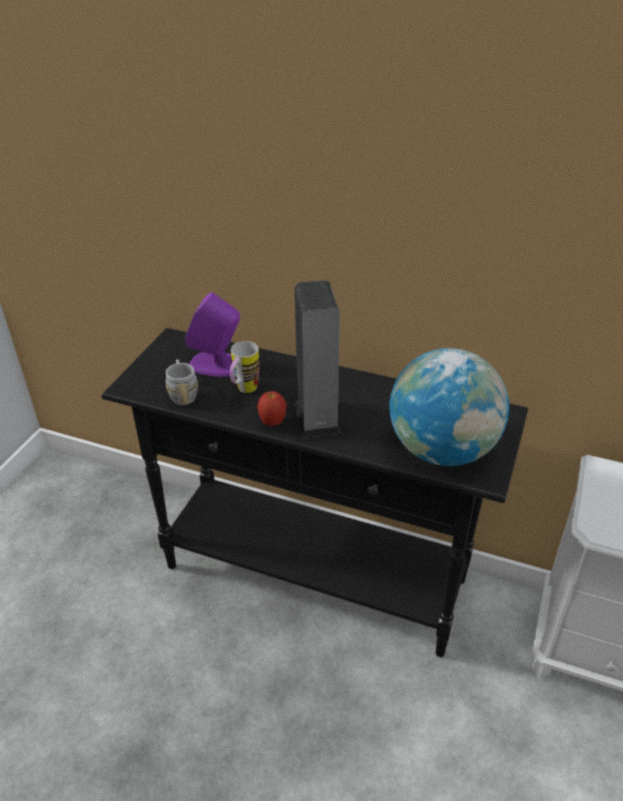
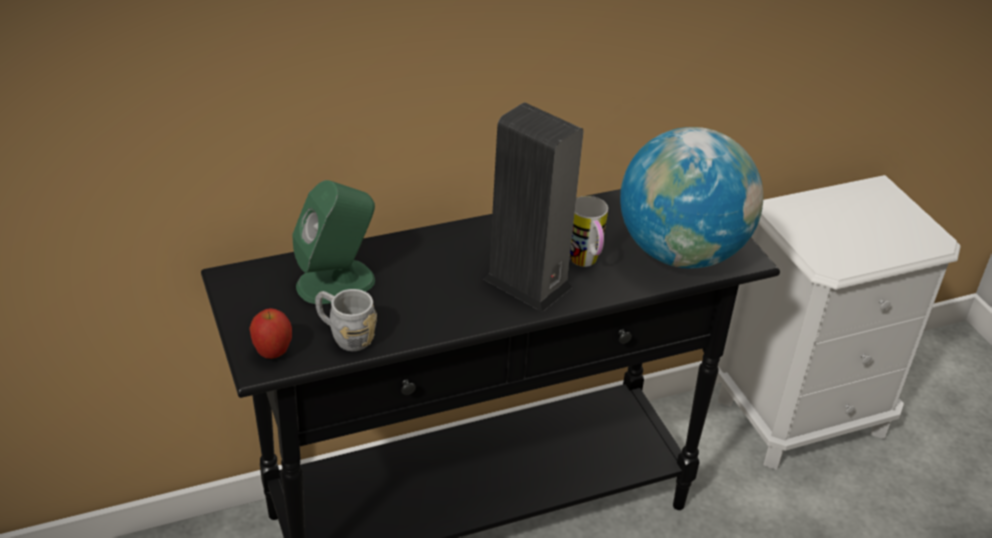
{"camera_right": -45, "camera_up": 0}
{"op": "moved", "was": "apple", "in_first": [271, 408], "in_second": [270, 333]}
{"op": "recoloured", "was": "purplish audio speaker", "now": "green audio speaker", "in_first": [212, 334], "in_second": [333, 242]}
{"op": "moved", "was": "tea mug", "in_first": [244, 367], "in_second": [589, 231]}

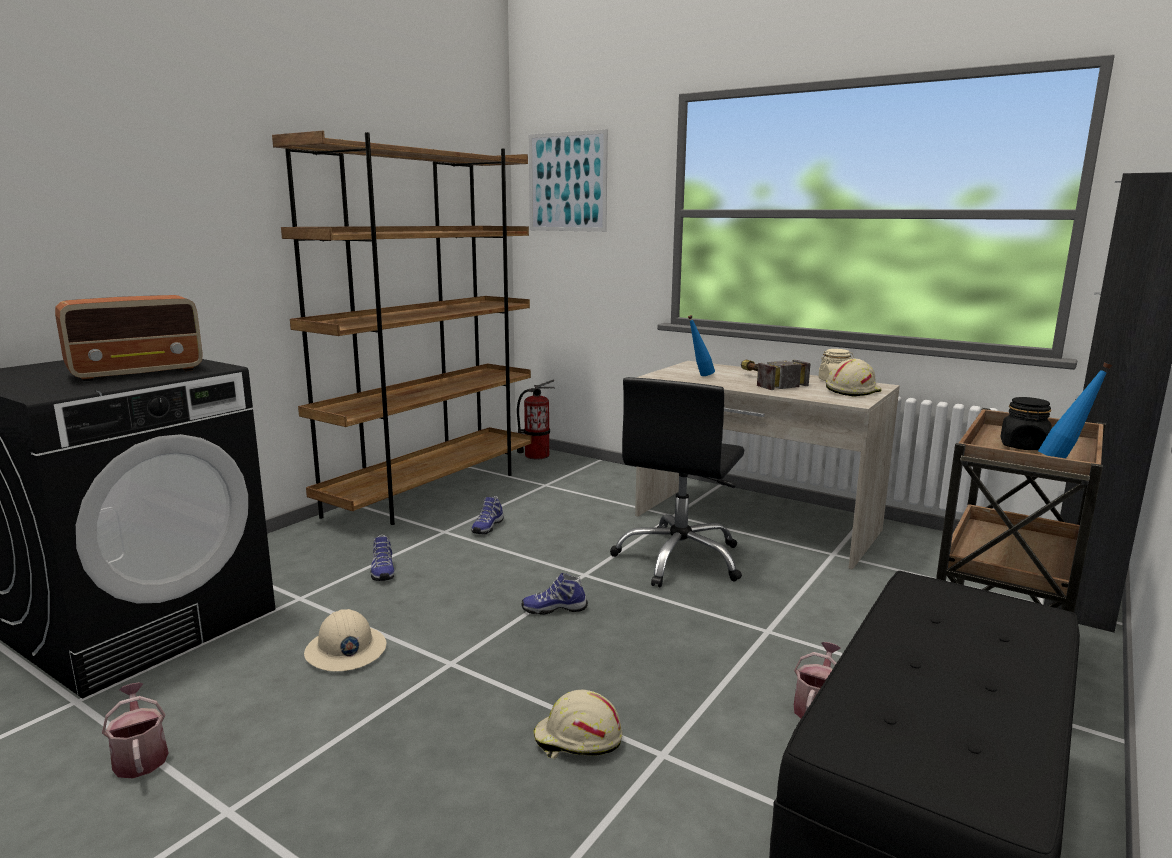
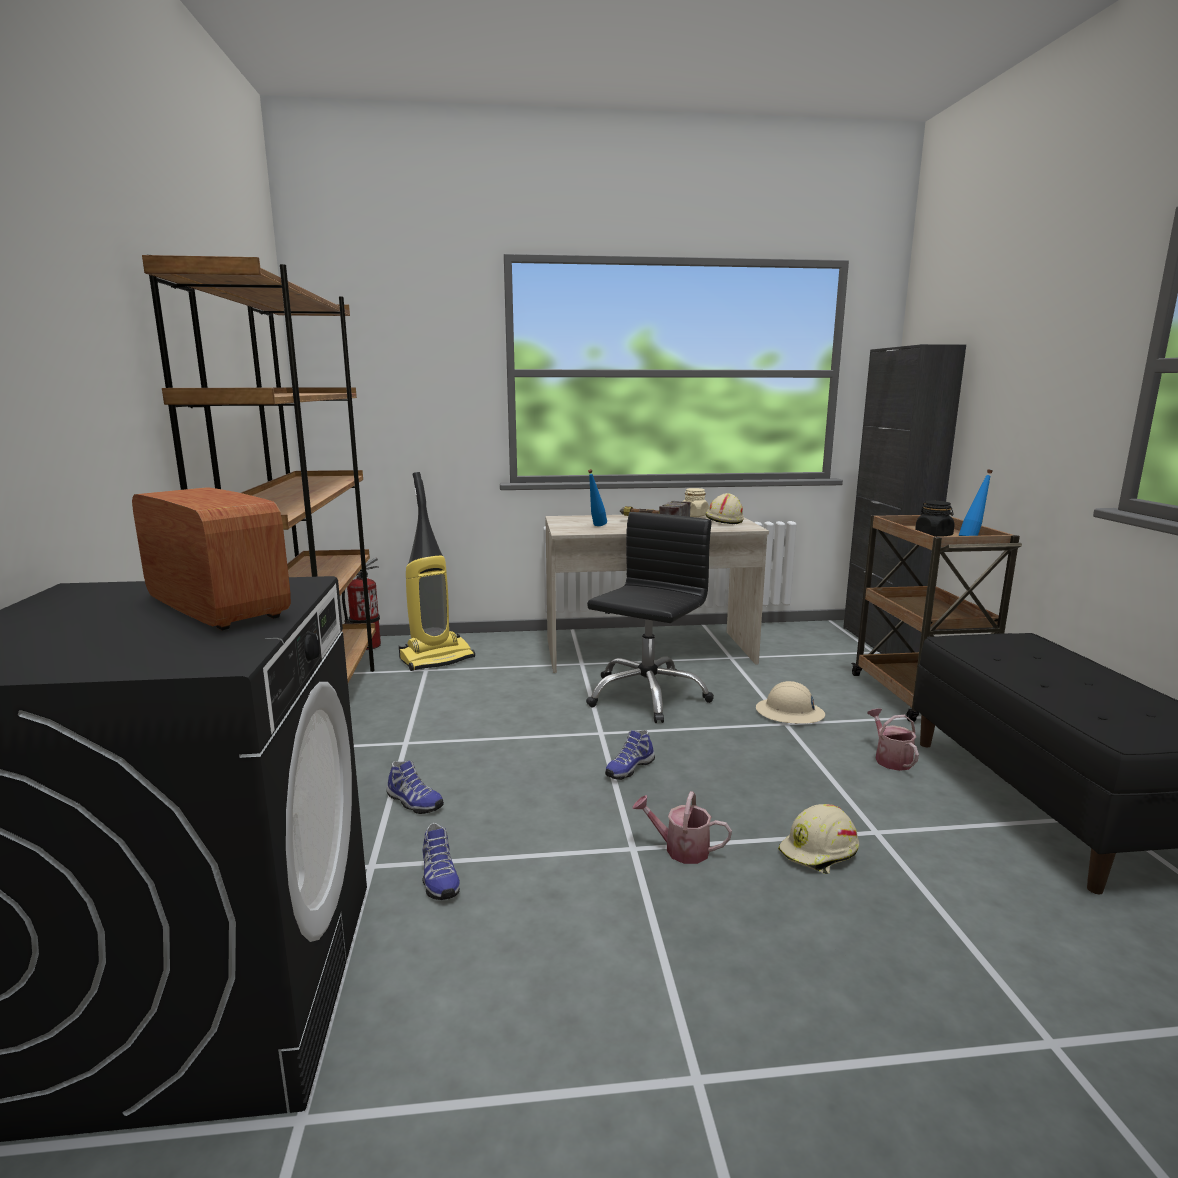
{"camera_right": -40, "camera_up": 0}
{"op": "turned", "was": "radio", "in_first": [129, 338], "in_second": [211, 559], "clockwise": -60}
{"op": "added", "now": "hoover", "in_second": [437, 571]}
{"op": "moved", "was": "shoe", "in_first": [488, 515], "in_second": [441, 861]}
{"op": "turned", "was": "black computer chair", "in_first": [677, 482], "in_second": [650, 617], "clockwise": -135}
{"op": "moved", "was": "watering pot", "in_first": [135, 730], "in_second": [682, 827]}
{"op": "moved", "was": "beige hard hat", "in_first": [345, 640], "in_second": [790, 702]}
{"op": "removed", "was": "wall art", "in_first": [568, 180]}

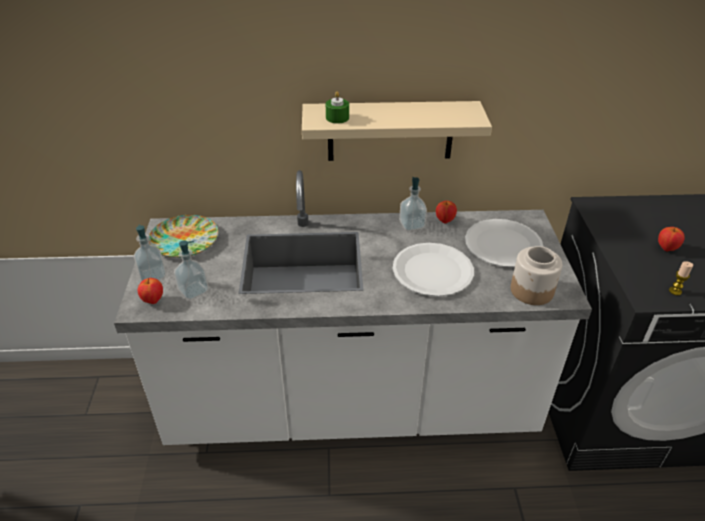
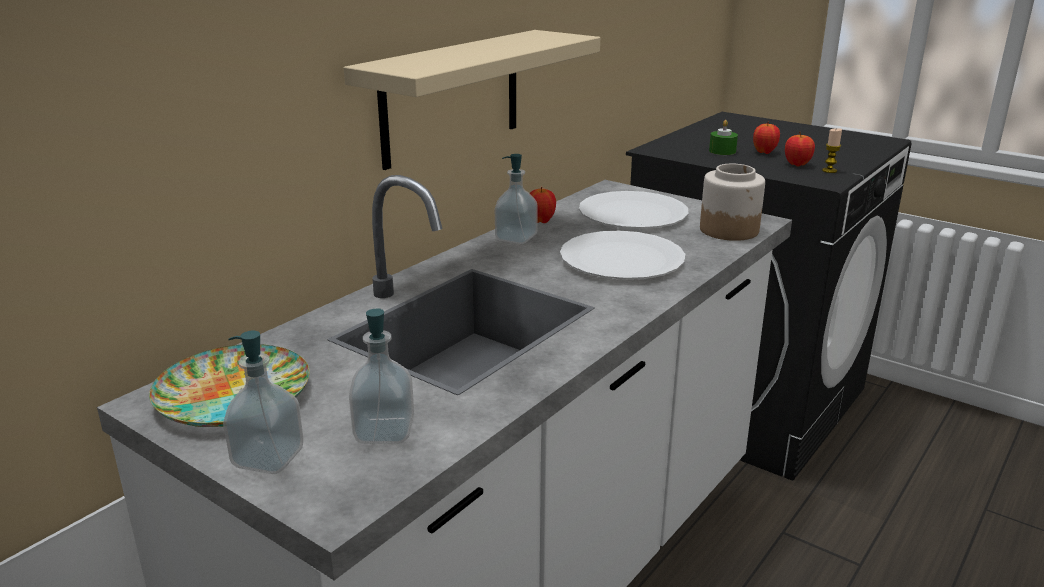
{"camera_right": -50, "camera_up": -15}
{"op": "moved", "was": "green wax light", "in_first": [337, 107], "in_second": [723, 137]}
{"op": "moved", "was": "apple", "in_first": [150, 291], "in_second": [800, 149]}

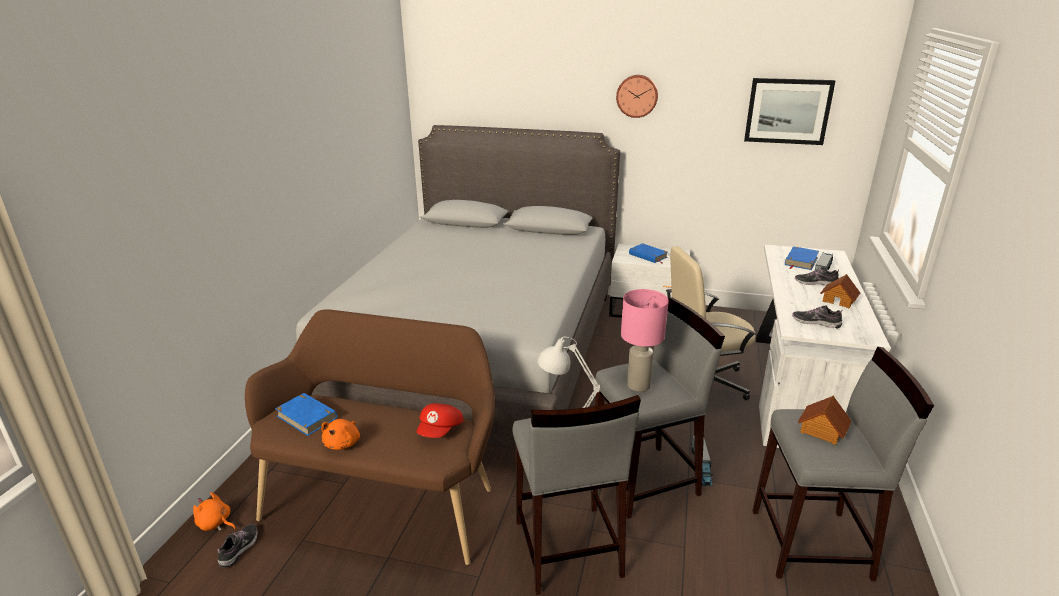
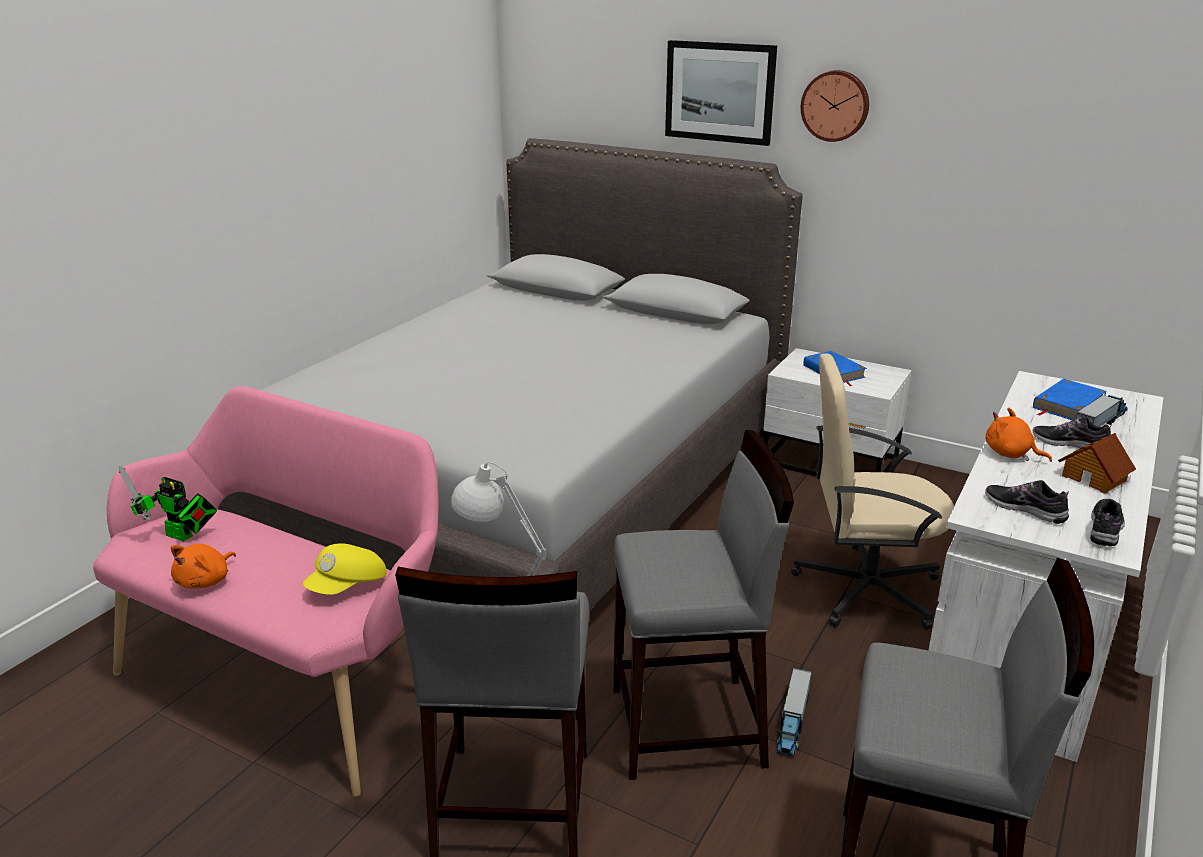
{"camera_right": 15, "camera_up": 0}
{"op": "recoloured", "was": "brown-coloured indoor bench", "now": "pinkish indoor bench", "in_first": [370, 437], "in_second": [265, 591]}
{"op": "replaced", "was": "blue bound book", "now": "model robot", "in_first": [306, 414], "in_second": [168, 504]}
{"op": "recoloured", "was": "red cap", "now": "yellow-coloured cap", "in_first": [440, 420], "in_second": [345, 569]}
{"op": "moved", "was": "wall art", "in_first": [789, 111], "in_second": [721, 93]}
{"op": "moved", "was": "orange cuddly toy", "in_first": [214, 511], "in_second": [1018, 435]}
{"op": "moved", "was": "shoe", "in_first": [238, 546], "in_second": [1107, 522]}
{"op": "removed", "was": "pinkish tabletop lamp", "in_first": [645, 340]}
{"op": "removed", "was": "toy house", "in_first": [825, 420]}

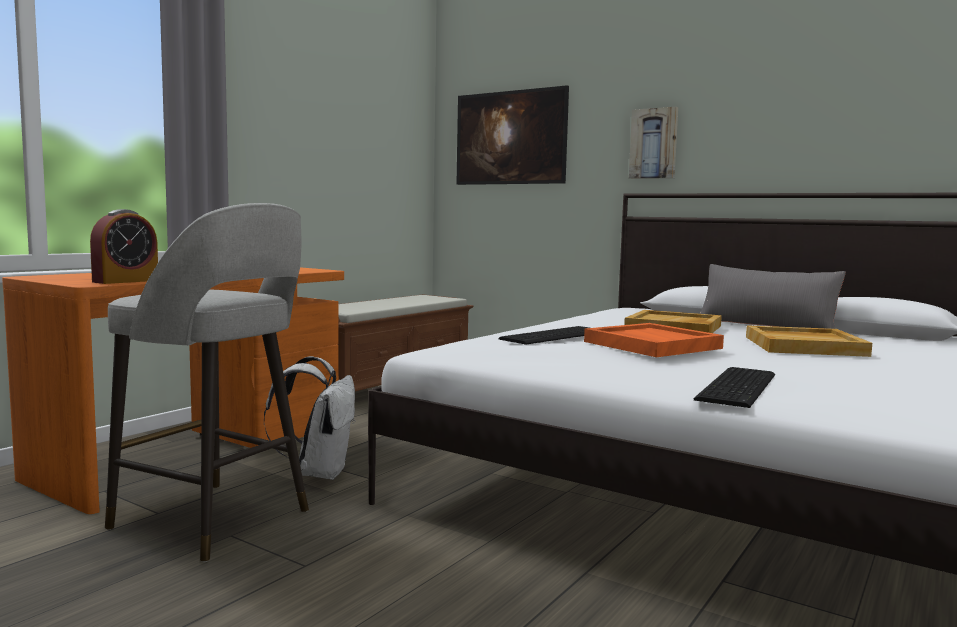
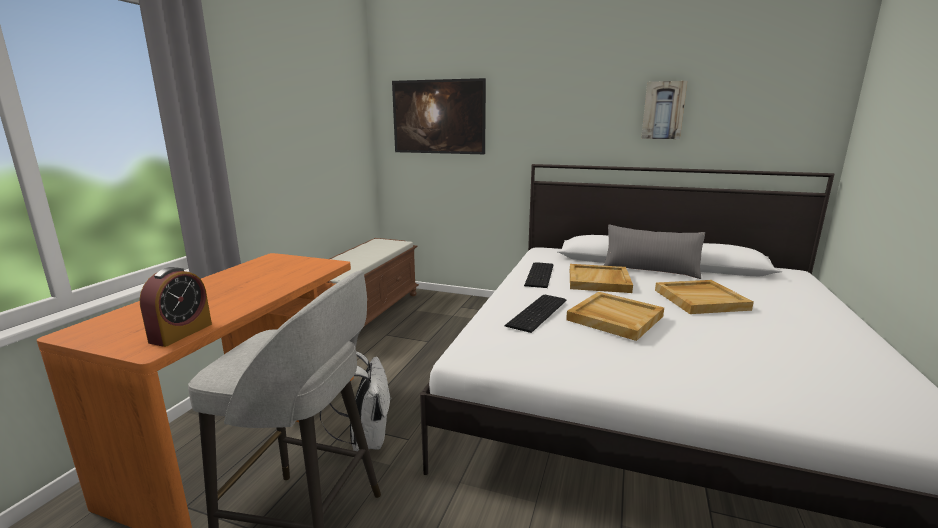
{"camera_right": -15, "camera_up": 10}
{"op": "moved", "was": "computer keyboard", "in_first": [734, 387], "in_second": [538, 275]}
{"op": "recoloured", "was": "orange carrying tray", "now": "beige carrying tray", "in_first": [654, 340], "in_second": [615, 316]}
{"op": "moved", "was": "wall art", "in_first": [653, 143], "in_second": [664, 110]}

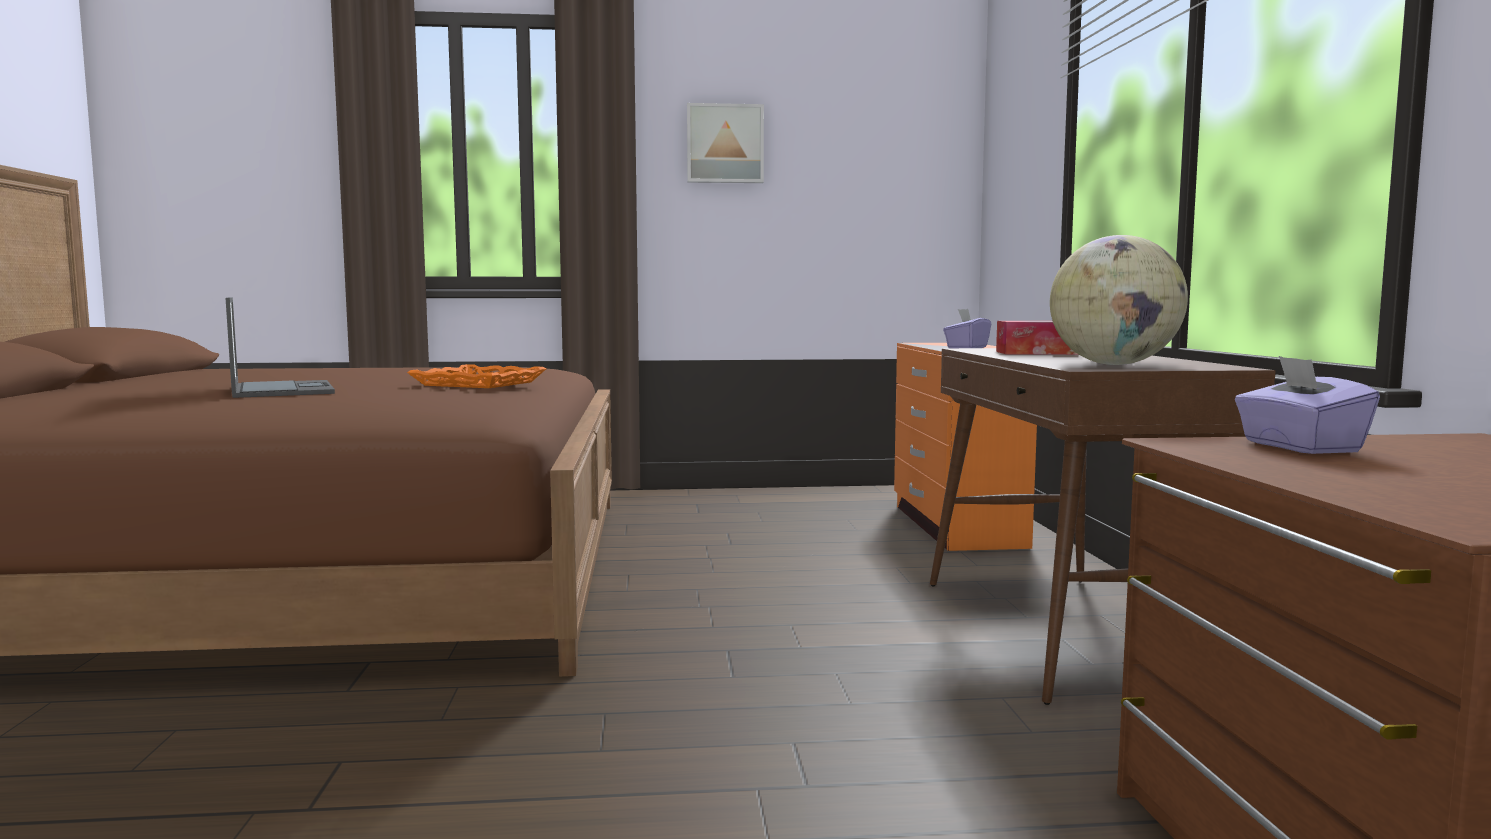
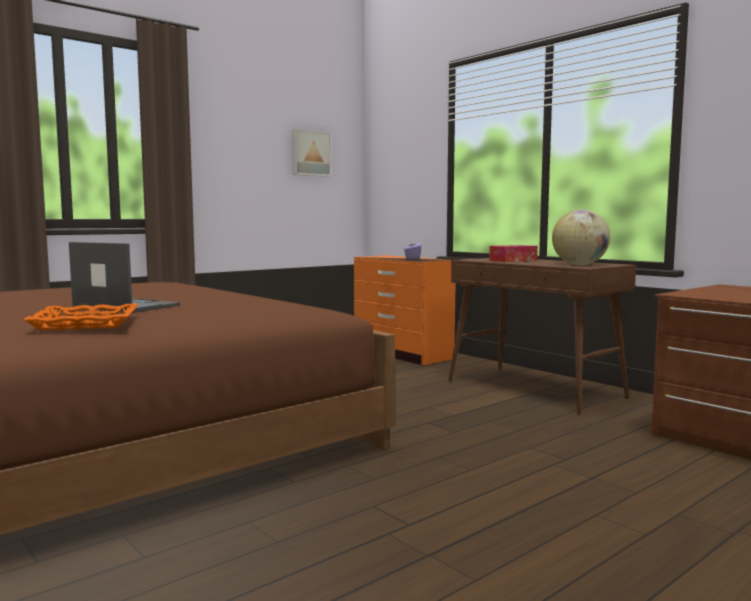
{"camera_right": -35, "camera_up": 0}
{"op": "moved", "was": "orange carrying tray", "in_first": [476, 376], "in_second": [80, 317]}
{"op": "moved", "was": "wall art", "in_first": [725, 143], "in_second": [312, 153]}
{"op": "removed", "was": "purplish tissue box", "in_first": [1307, 405]}

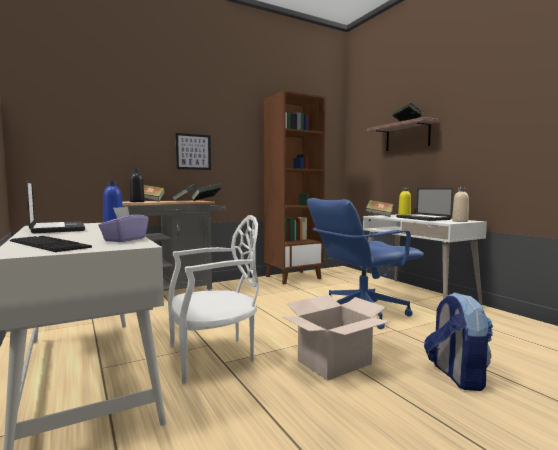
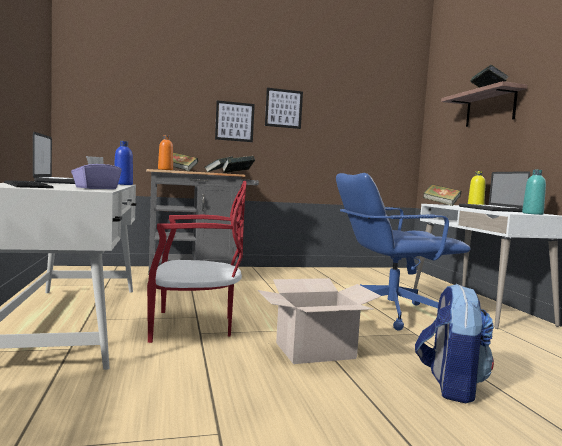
{"camera_right": 15, "camera_up": 0}
{"op": "recoloured", "was": "white-coloured chair", "now": "red chair", "in_first": [213, 299], "in_second": [196, 262]}
{"op": "recoloured", "was": "black beverage bottle", "now": "orange beverage bottle", "in_first": [137, 185], "in_second": [165, 152]}
{"op": "added", "now": "wall art", "in_second": [284, 108]}
{"op": "recoloured", "was": "beige beverage bottle", "now": "turquoise-coloured beverage bottle", "in_first": [460, 204], "in_second": [534, 192]}
{"op": "removed", "was": "brown-coloured bookshelf", "in_first": [294, 187]}

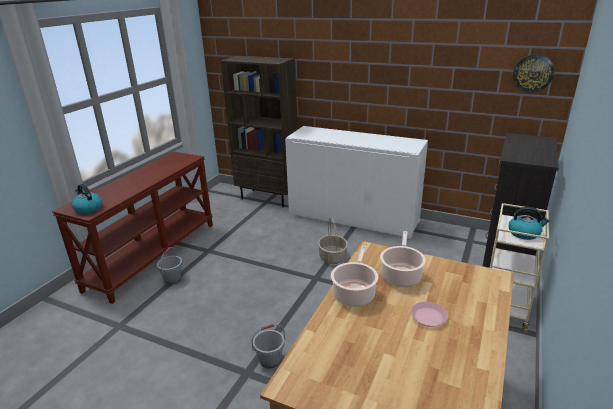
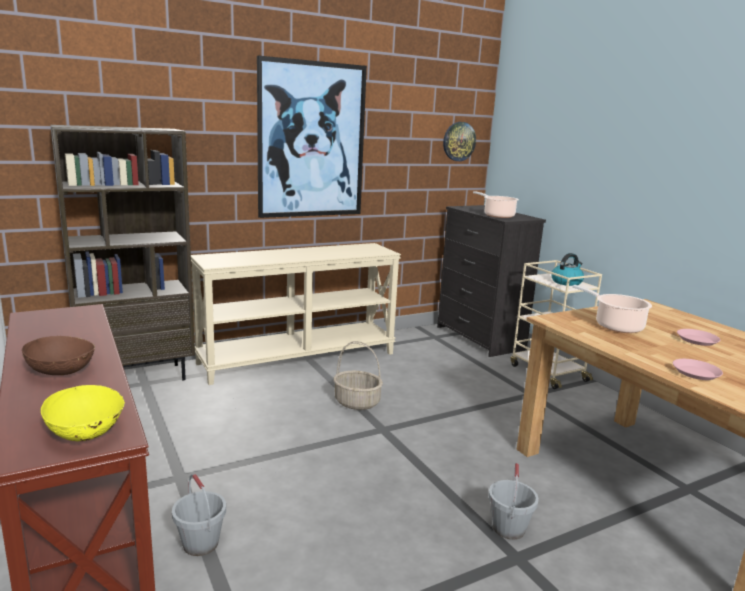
{"camera_right": -55, "camera_up": -10}
{"op": "added", "now": "brown-coloured bowl", "in_second": [58, 355]}
{"op": "replaced", "was": "water kettle", "now": "yellow-coloured bowl", "in_first": [87, 199], "in_second": [83, 413]}
{"op": "replaced", "was": "white-coloured cabinet", "now": "beige console table", "in_first": [356, 182], "in_second": [296, 314]}
{"op": "added", "now": "wall art", "in_second": [312, 137]}
{"op": "moved", "was": "saucepot", "in_first": [354, 276], "in_second": [496, 204]}
{"op": "added", "now": "pinkish flat dish", "in_second": [698, 369]}

